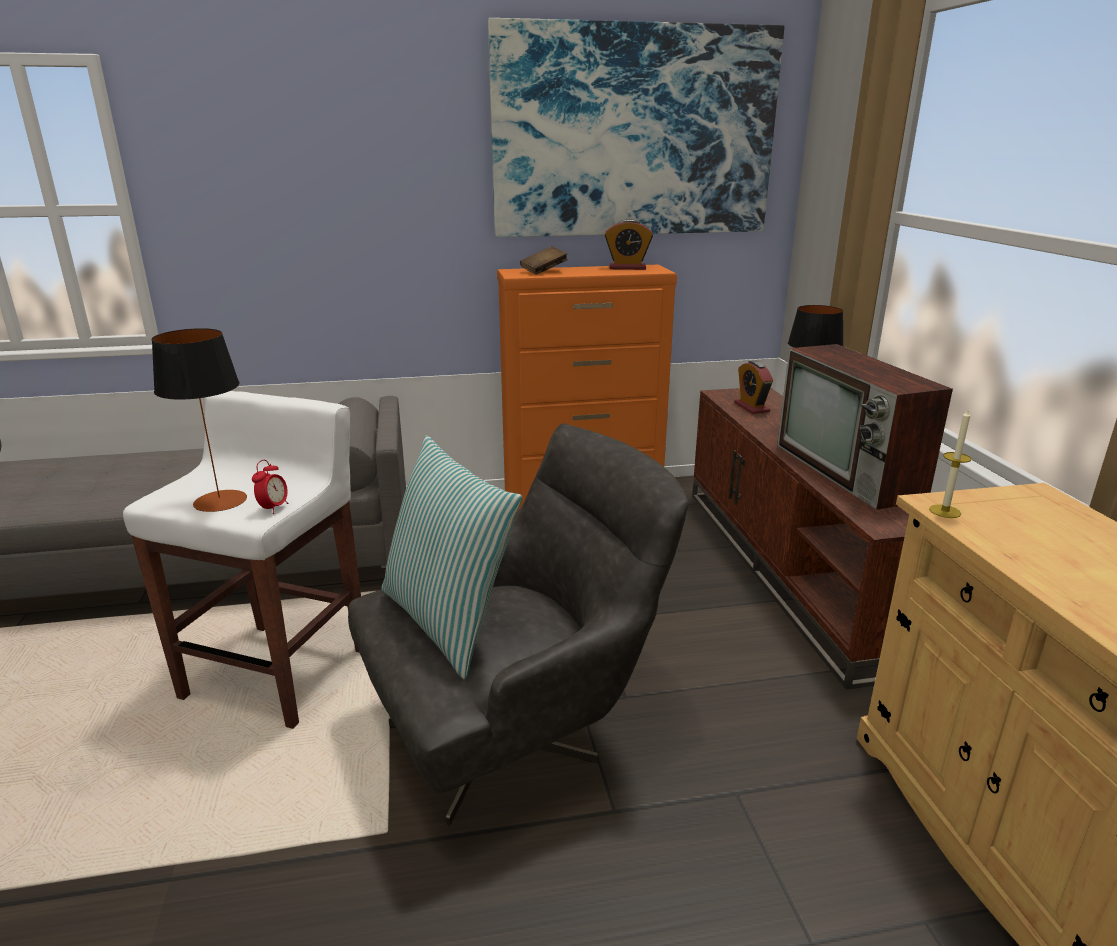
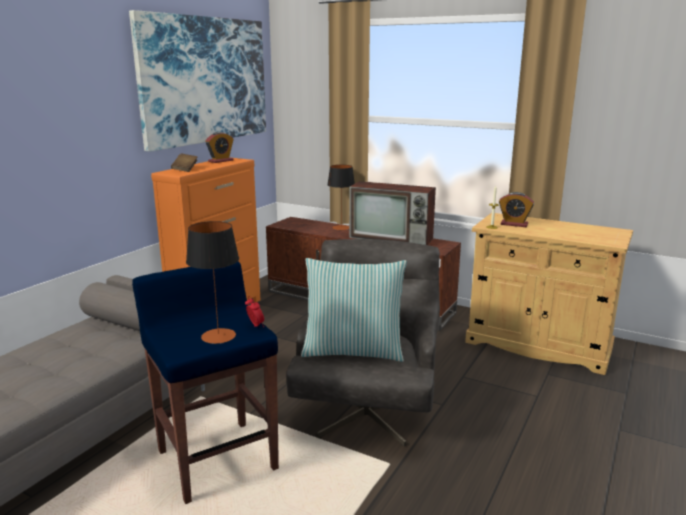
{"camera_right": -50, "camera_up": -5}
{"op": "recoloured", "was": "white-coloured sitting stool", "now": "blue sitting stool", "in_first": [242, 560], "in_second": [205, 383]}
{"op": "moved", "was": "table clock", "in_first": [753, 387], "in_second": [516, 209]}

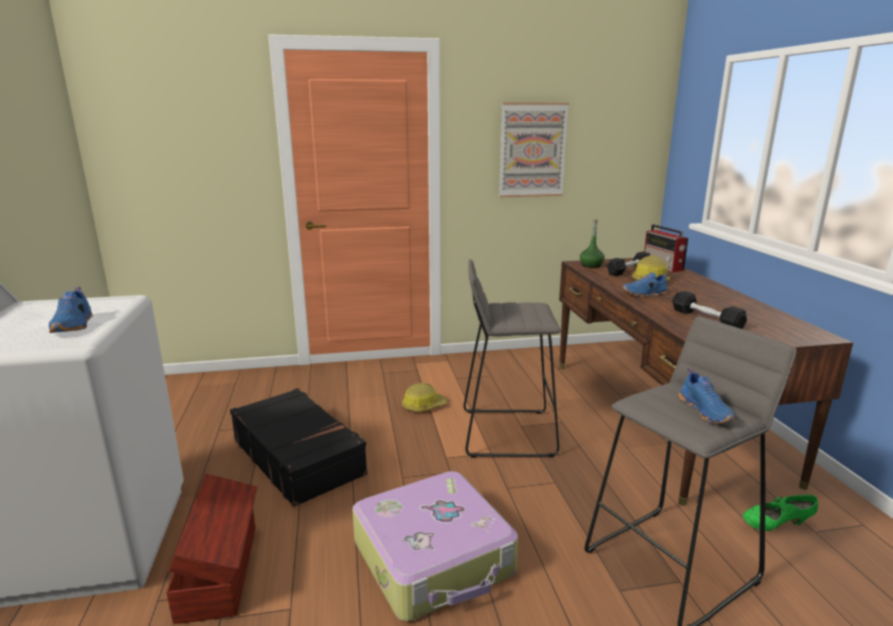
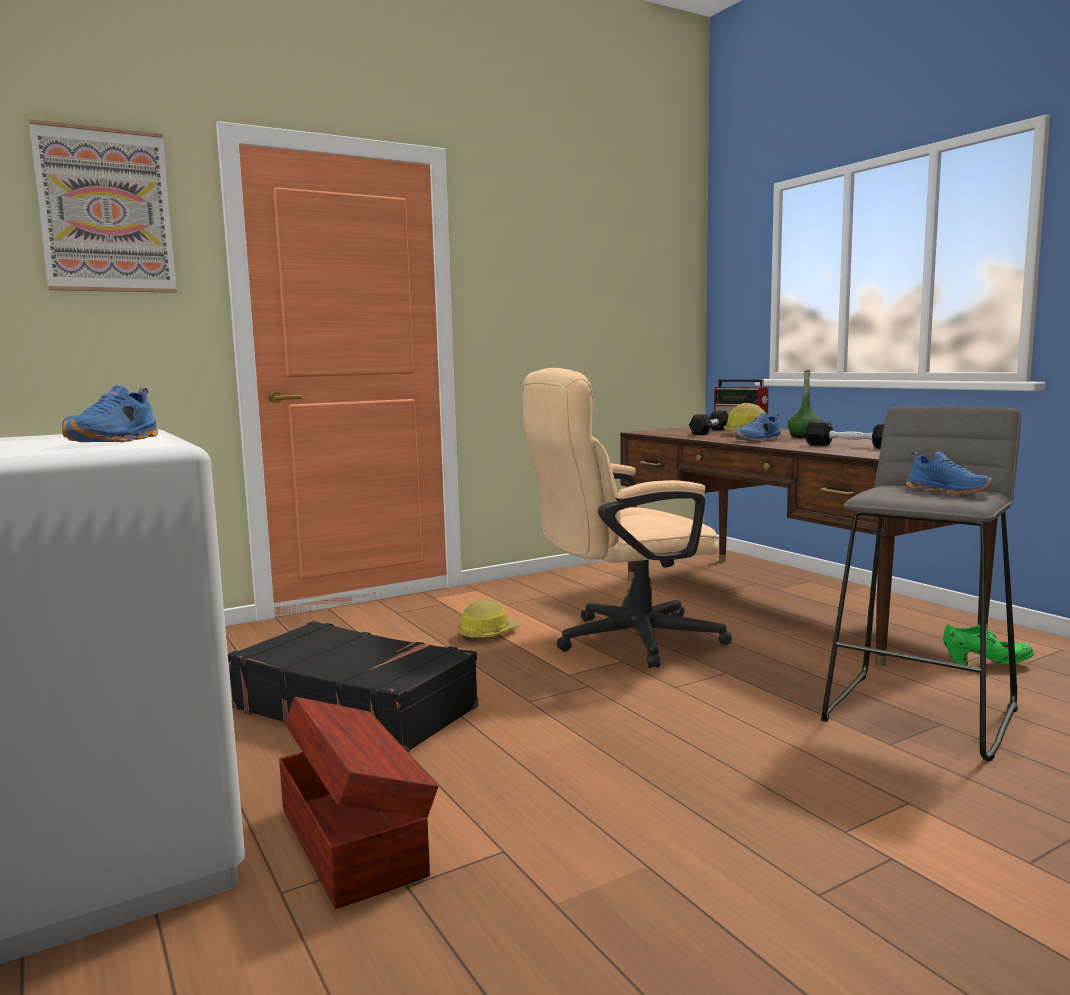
{"camera_right": -20, "camera_up": -10}
{"op": "moved", "was": "wall art", "in_first": [534, 149], "in_second": [103, 206]}
{"op": "turned", "was": "blue shoe", "in_first": [71, 310], "in_second": [110, 413], "clockwise": 45}
{"op": "replaced", "was": "gray sitting stool", "now": "beige computer chair", "in_first": [512, 358], "in_second": [627, 518]}
{"op": "moved", "was": "green beverage bottle", "in_first": [592, 244], "in_second": [805, 404]}
{"op": "turned", "was": "green shoe", "in_first": [780, 513], "in_second": [988, 645], "clockwise": -150}
{"op": "removed", "was": "travel case", "in_first": [435, 546]}

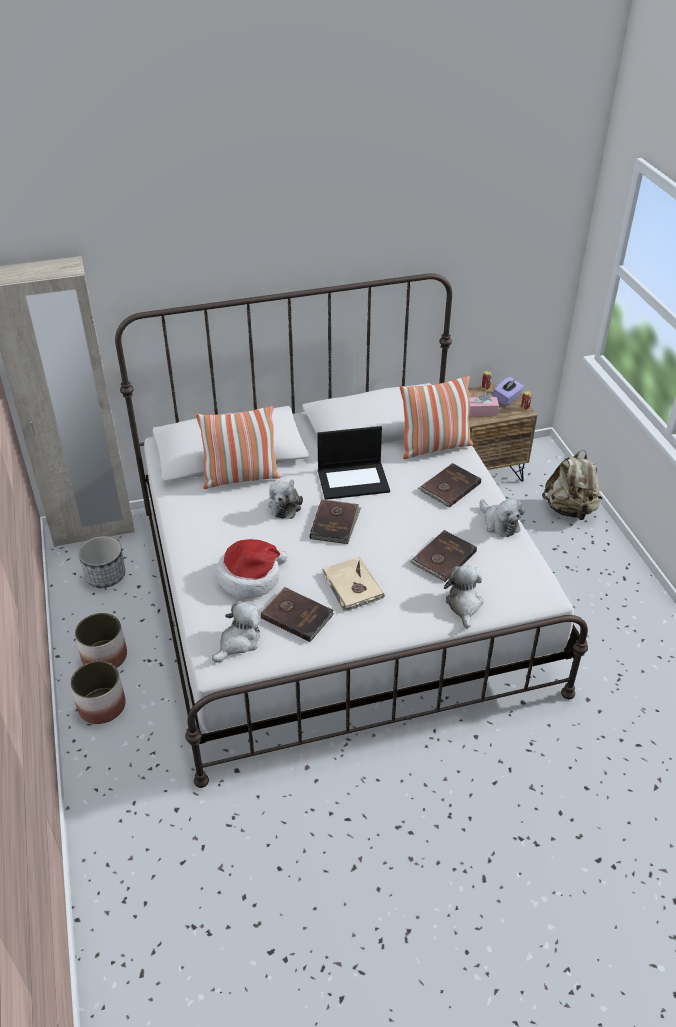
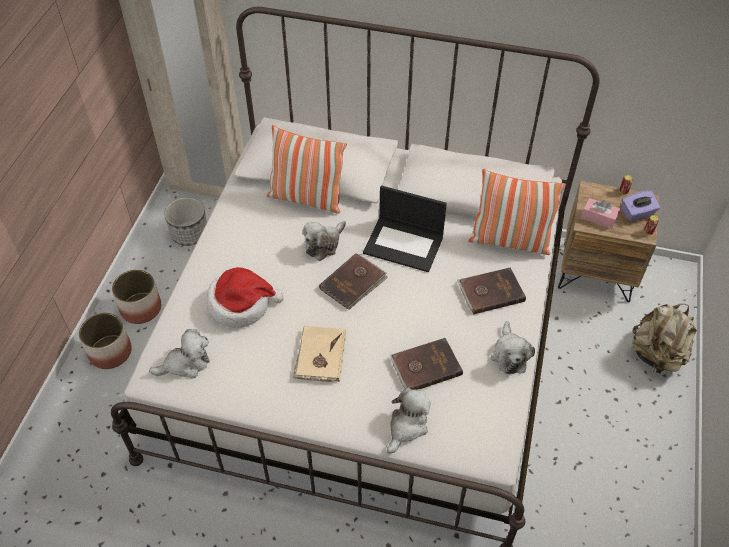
{"camera_right": 30, "camera_up": 10}
{"op": "removed", "was": "brown-coloured bound book", "in_first": [297, 614]}

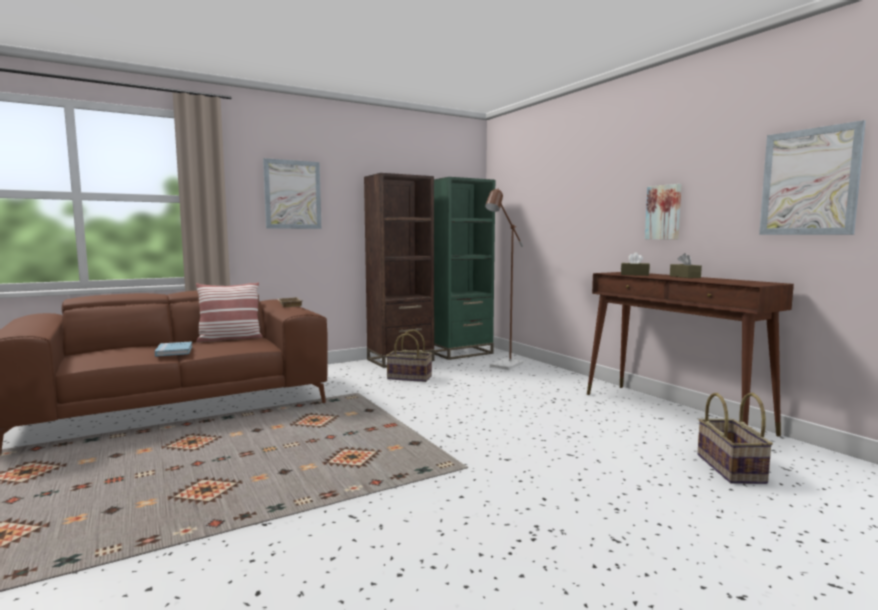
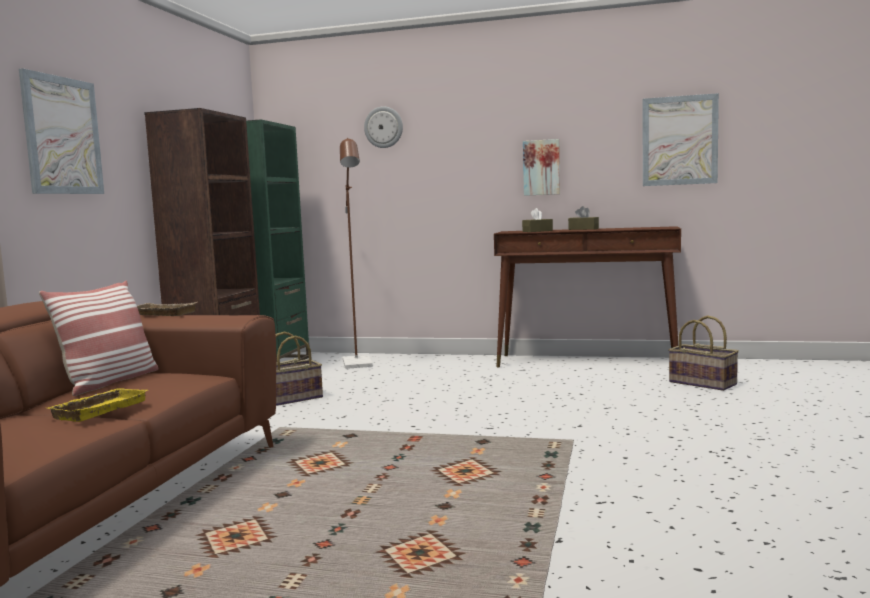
{"camera_right": -45, "camera_up": 0}
{"op": "replaced", "was": "blue bound book", "now": "yellow-coloured carrying tray", "in_first": [173, 349], "in_second": [97, 405]}
{"op": "added", "now": "hanging clock", "in_second": [383, 127]}

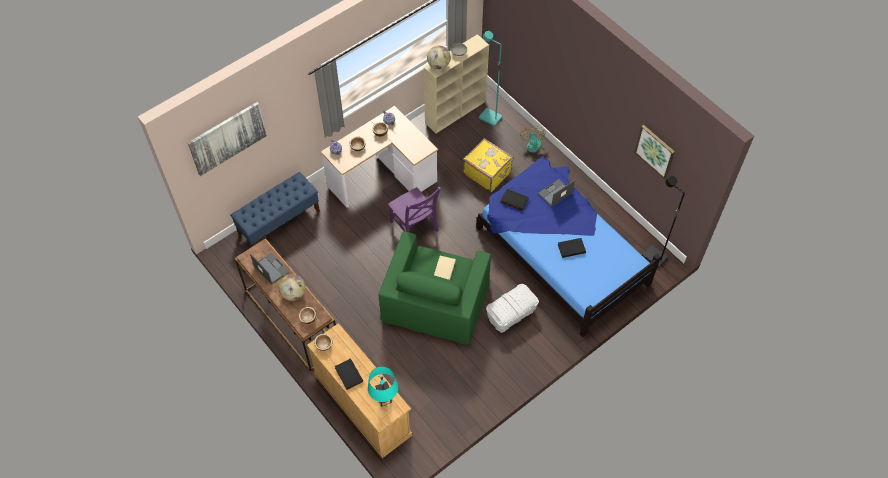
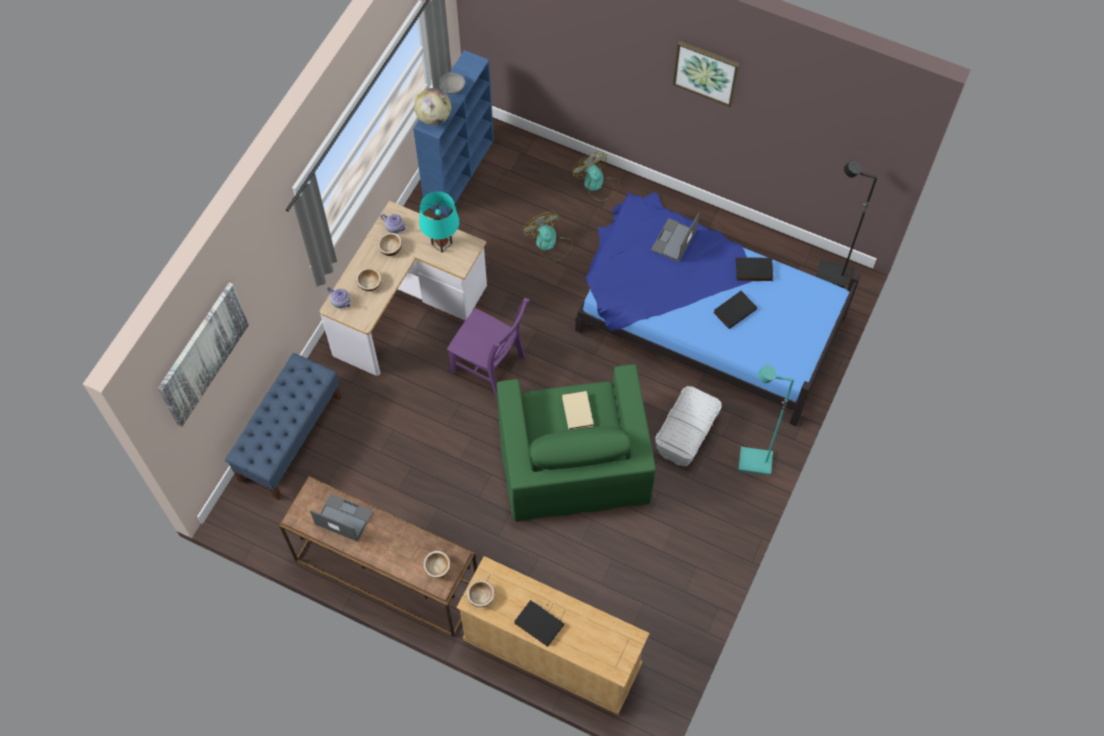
{"camera_right": -25, "camera_up": 5}
{"op": "recoloured", "was": "beige bookshelf", "now": "blue bookshelf", "in_first": [456, 84], "in_second": [453, 133]}
{"op": "moved", "was": "turquoise-coloured tabletop lamp", "in_first": [383, 387], "in_second": [439, 222]}
{"op": "replaced", "was": "yellow-coloured travel case", "now": "cooling fan", "in_first": [488, 165], "in_second": [548, 236]}
{"op": "moved", "was": "wall art", "in_first": [654, 152], "in_second": [706, 74]}
{"op": "moved", "was": "black bound book", "in_first": [515, 200], "in_second": [754, 269]}
{"op": "moved", "was": "turquoise-coloured standing lamp", "in_first": [491, 79], "in_second": [766, 420]}
{"op": "removed", "was": "desk globe", "in_first": [291, 287]}

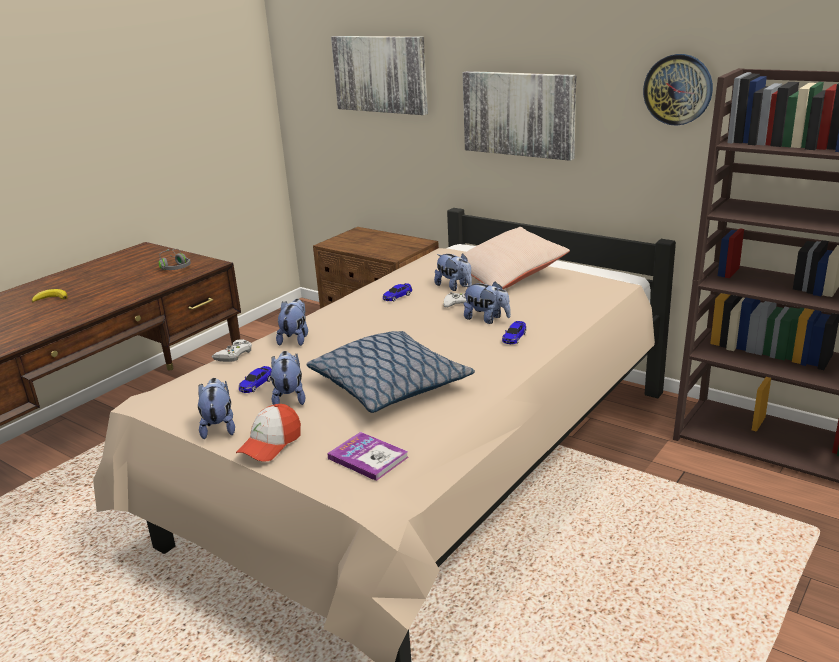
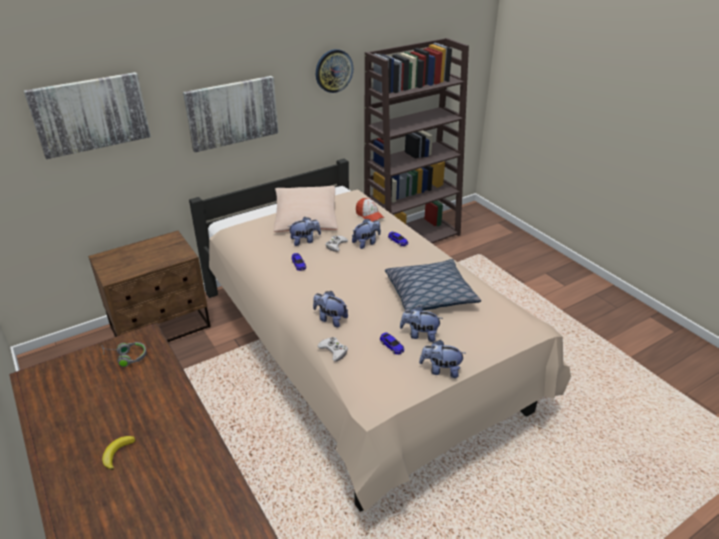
{"camera_right": -70, "camera_up": 10}
{"op": "moved", "was": "cap", "in_first": [268, 433], "in_second": [370, 210]}
{"op": "removed", "was": "bound book", "in_first": [368, 456]}

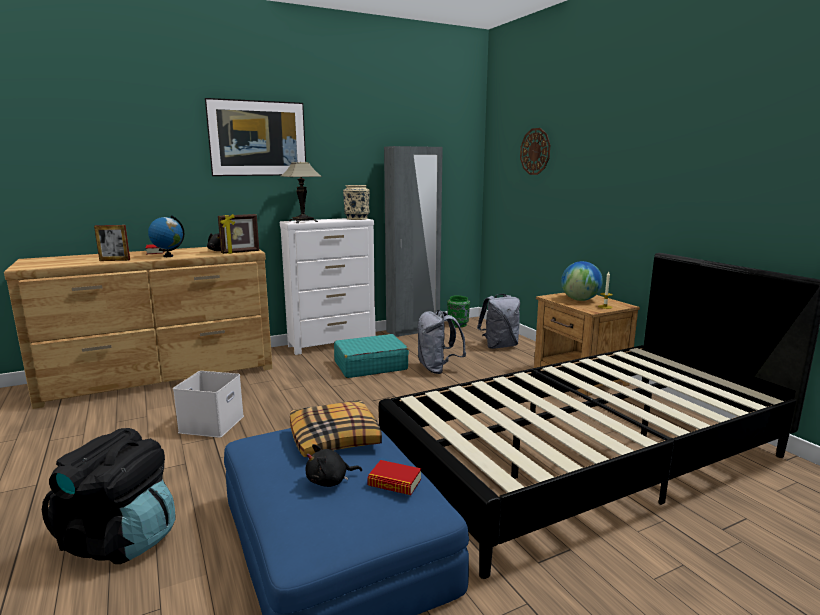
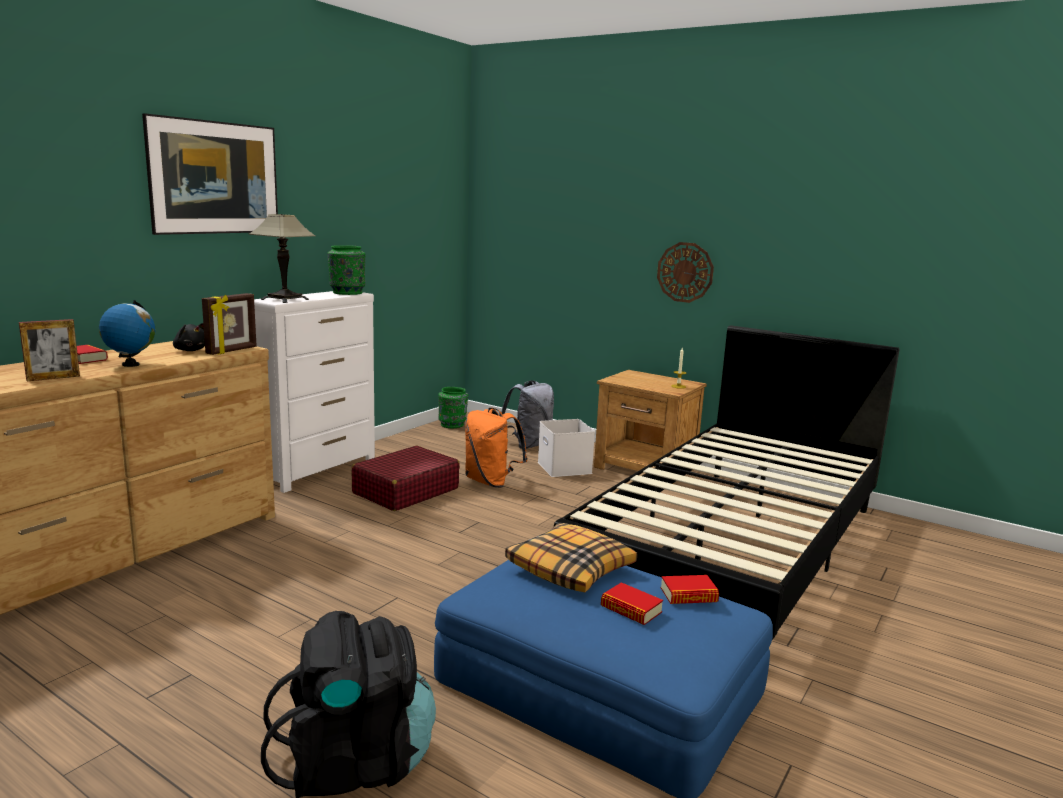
{"camera_right": -30, "camera_up": 0}
{"op": "recoloured", "was": "beige flower vase", "now": "green flower vase", "in_first": [356, 202], "in_second": [346, 270]}
{"op": "recoloured", "was": "turquoise-coloured travel case", "now": "red travel case", "in_first": [371, 356], "in_second": [406, 478]}
{"op": "recoloured", "was": "gray knapsack", "now": "orange knapsack", "in_first": [441, 342], "in_second": [496, 448]}
{"op": "moved", "was": "white-coloured storage container", "in_first": [208, 404], "in_second": [566, 448]}
{"op": "replaced", "was": "black cuddly toy", "now": "bound book", "in_first": [333, 465], "in_second": [632, 603]}
{"op": "moved", "was": "hanging clock", "in_first": [535, 151], "in_second": [685, 272]}
{"op": "removed", "was": "gray clothes cupboard", "in_first": [413, 241]}
{"op": "removed", "was": "desk globe", "in_first": [582, 281]}

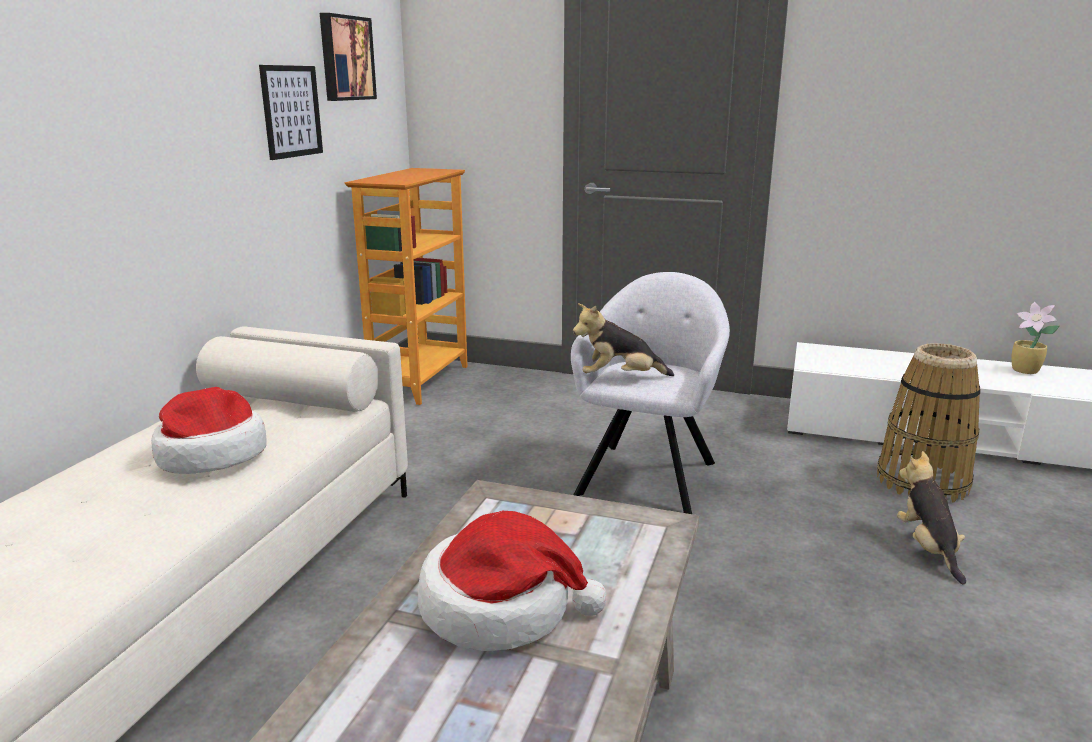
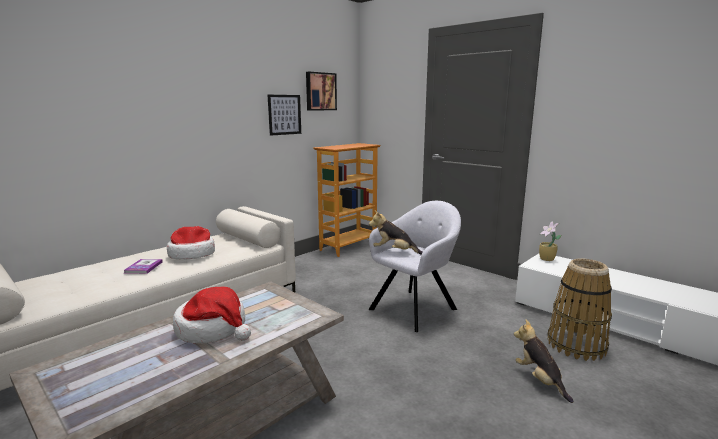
{"camera_right": 25, "camera_up": -5}
{"op": "added", "now": "bound book", "in_second": [143, 266]}
{"op": "turned", "was": "cuddly toy", "in_first": [931, 518], "in_second": [543, 361], "clockwise": -45}
{"op": "moved", "was": "potted plant", "in_first": [1036, 338], "in_second": [550, 241]}

